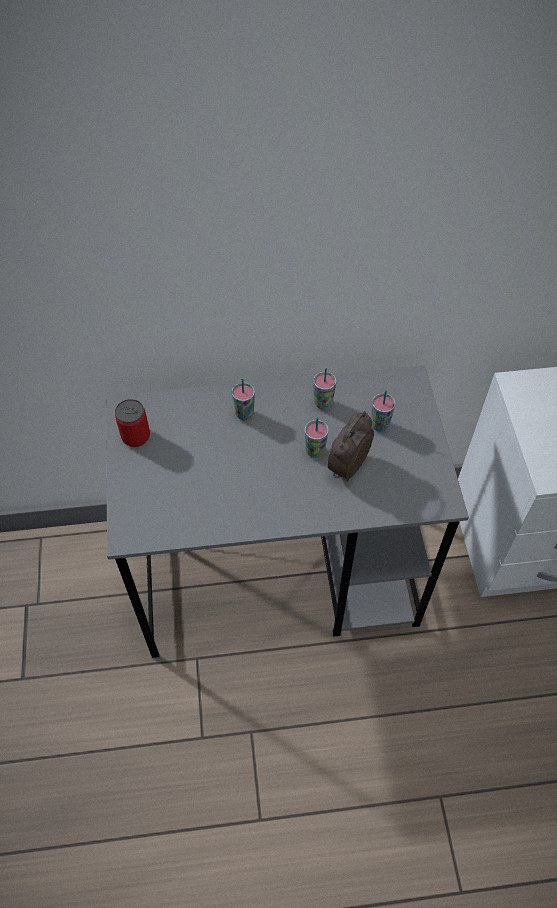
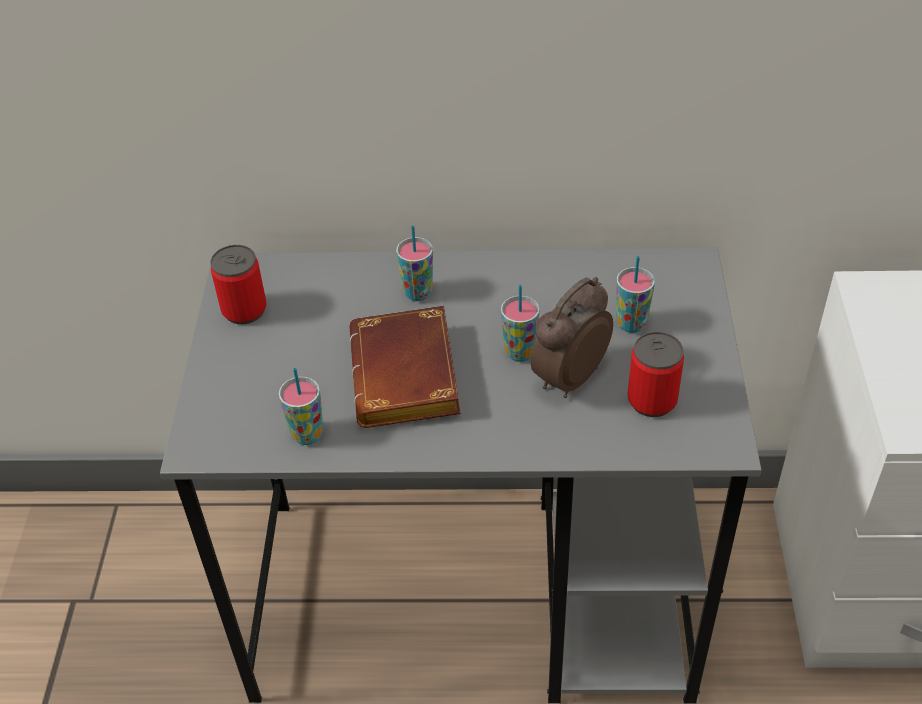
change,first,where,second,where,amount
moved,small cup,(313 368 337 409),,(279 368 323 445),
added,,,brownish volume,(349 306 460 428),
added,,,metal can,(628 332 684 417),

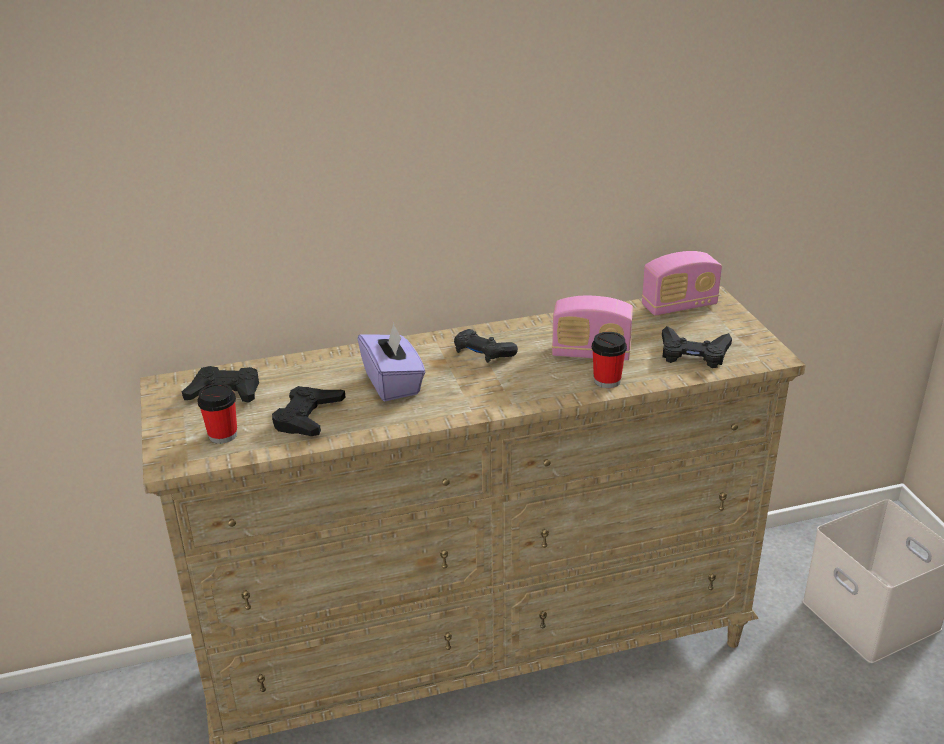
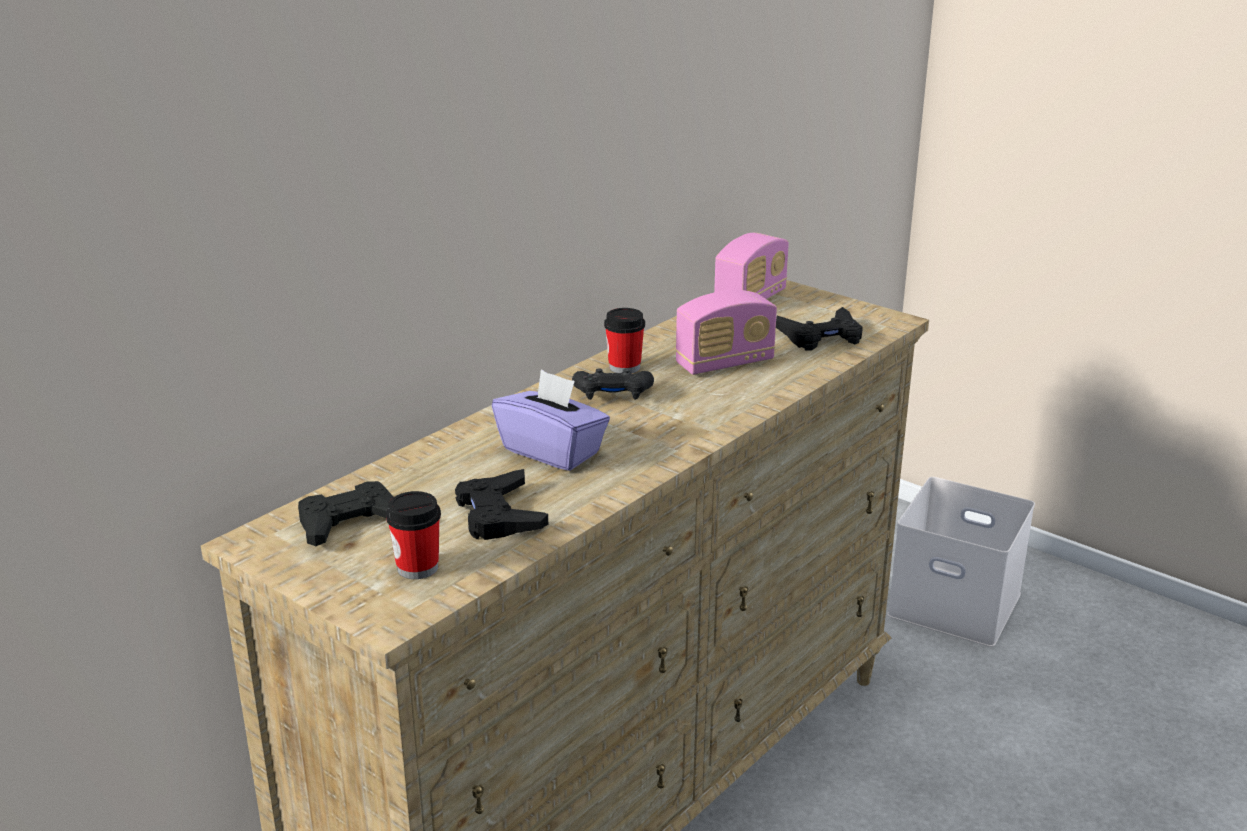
change,first,where,second,where,amount
moved,small cup,(592 332 627 388),,(604 308 645 373),

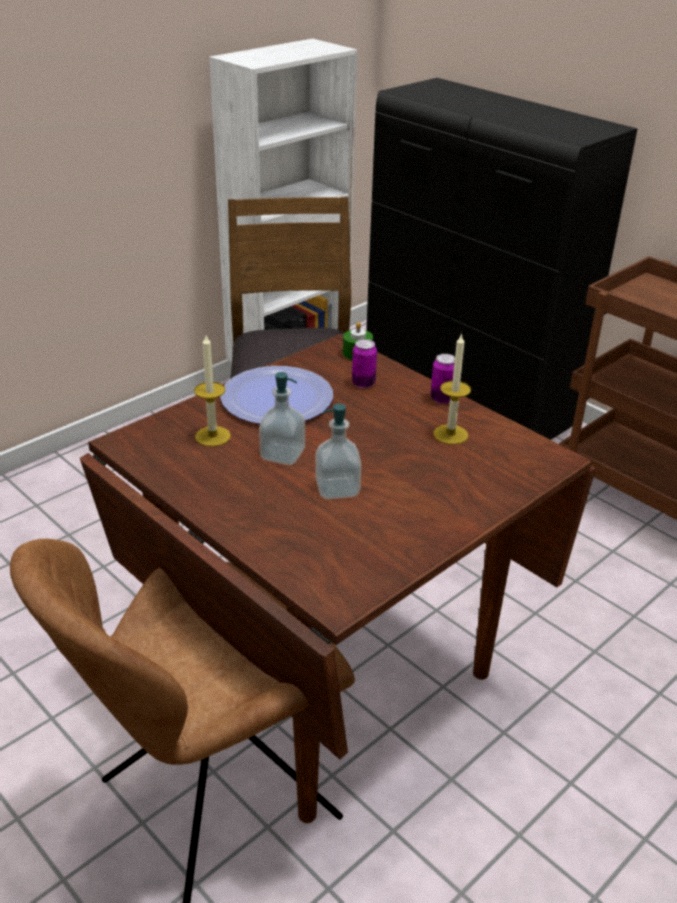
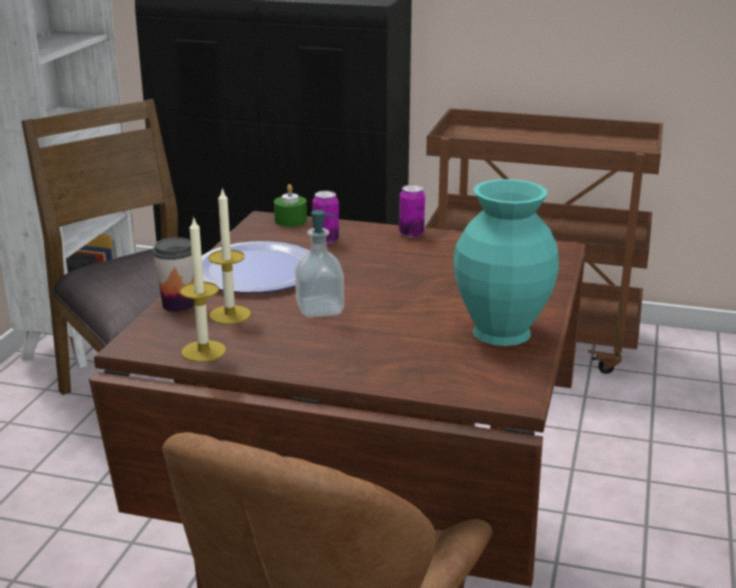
change,first,where,second,where,amount
removed,soap bottle,(315 404 361 499),,,
moved,candle,(434 333 471 445),,(180 216 226 362),
added,,,small cup,(152 237 194 312),
added,,,blue-green vase,(453 179 559 346),

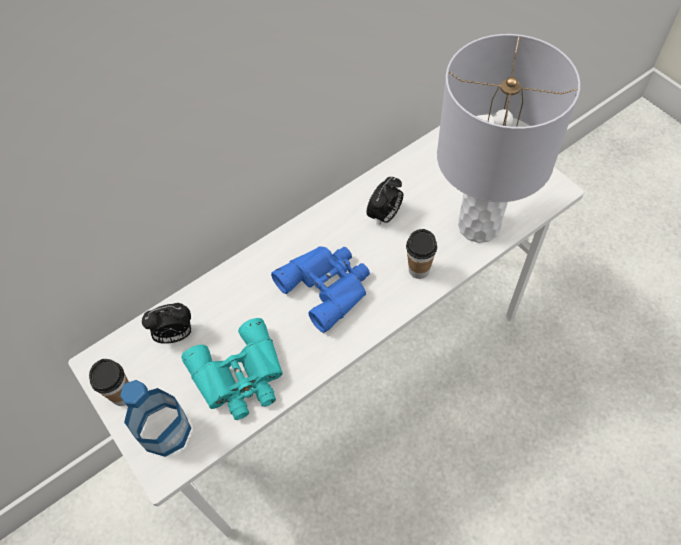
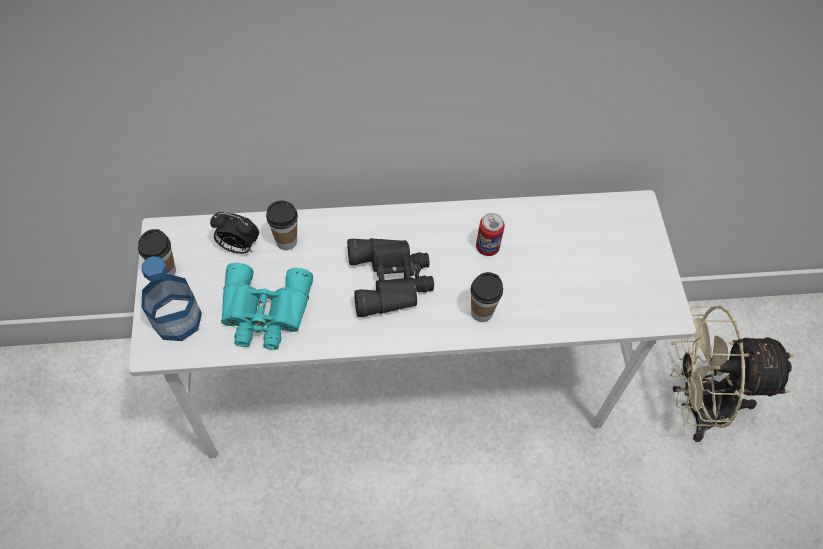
change,first,where,second,where,amount
recoloured,blue-coloured pair of binoculars,(271 246 370 333),blackish pair of binoculars,(347 238 434 317),
replaced,bedside clock,(367 177 403 226),metal can,(476 213 505 256),
removed,greyish table lamp,(437 34 580 243),,,
added,,,small cup,(266 201 298 250),
added,,,beige-coloured electric fan,(670 306 795 442),

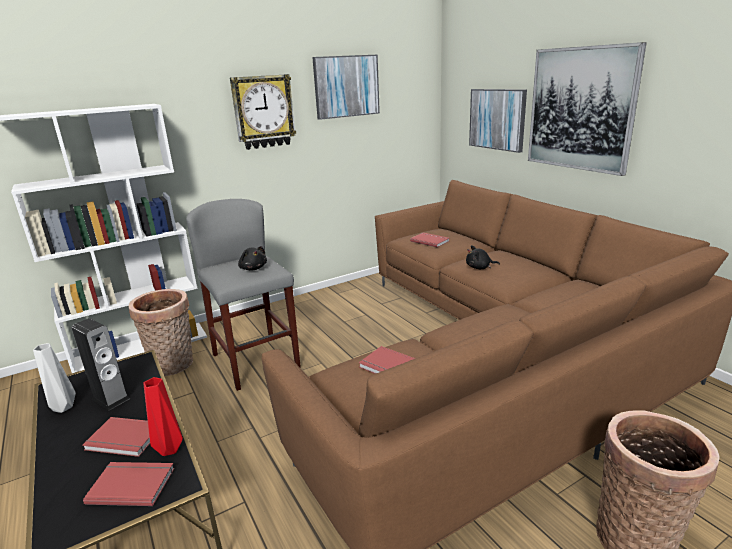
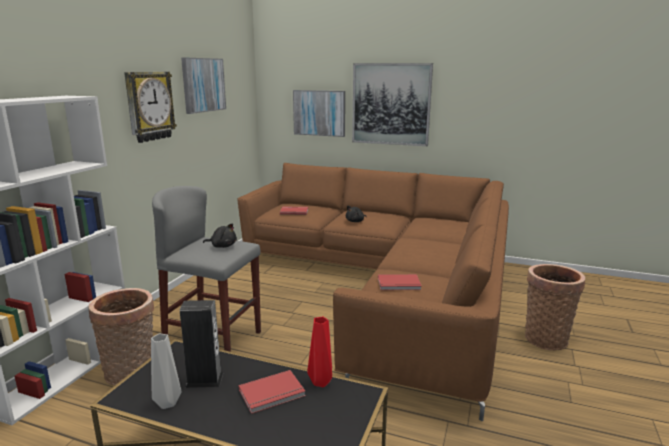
change,first,where,second,where,amount
removed,reddish volume,(83 462 175 506),,,

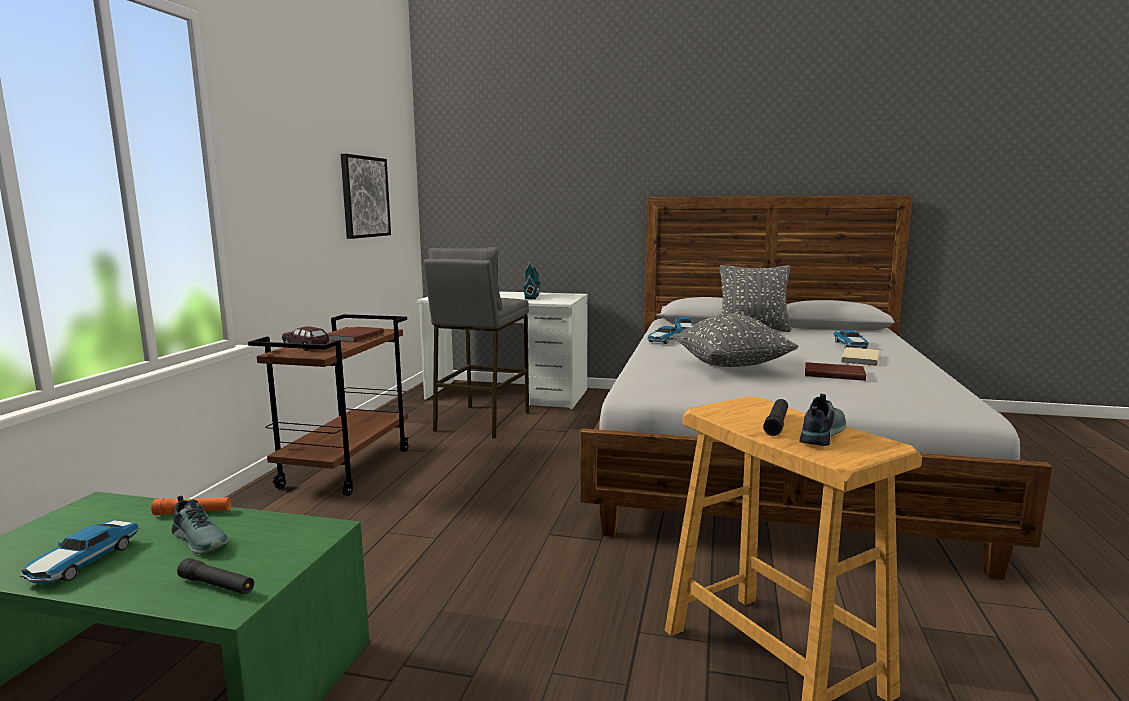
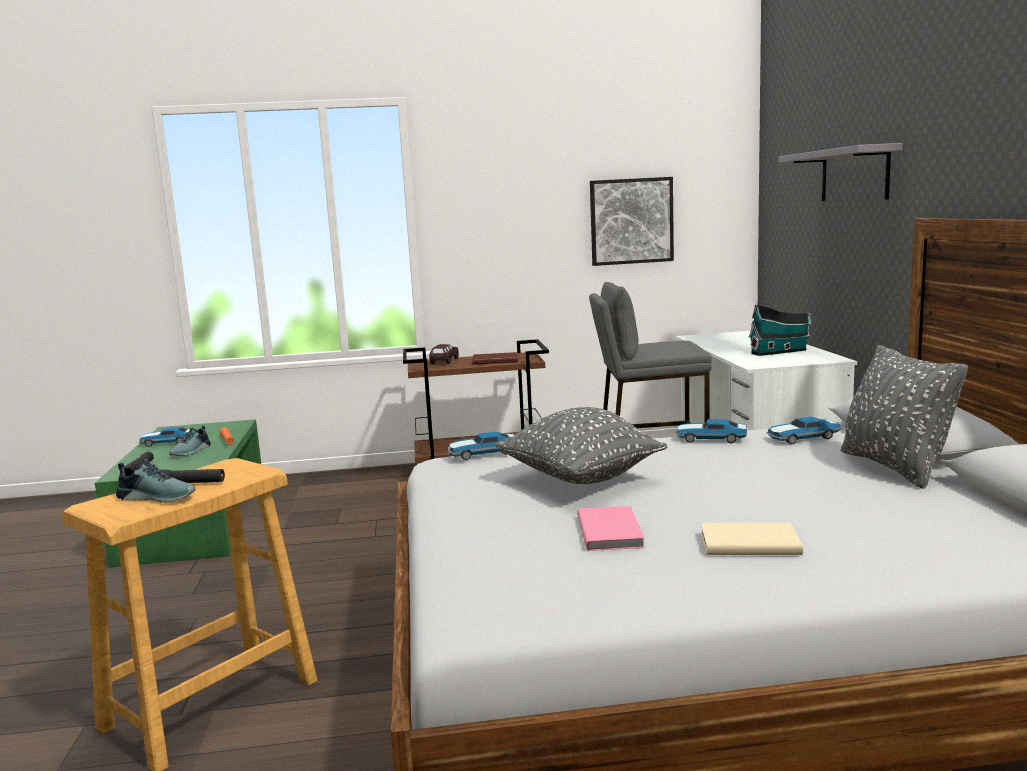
change,first,where,second,where,amount
recoloured,brownish volume,(805 362 866 381),pink-coloured volume,(577 506 645 551),
moved,toy car,(834 330 869 349),,(448 432 514 460),
added,,,greyish shelf,(779 143 903 201),

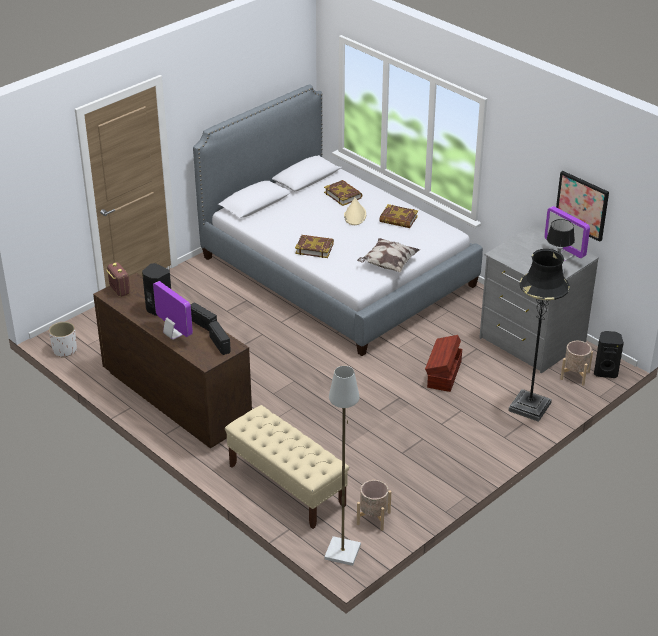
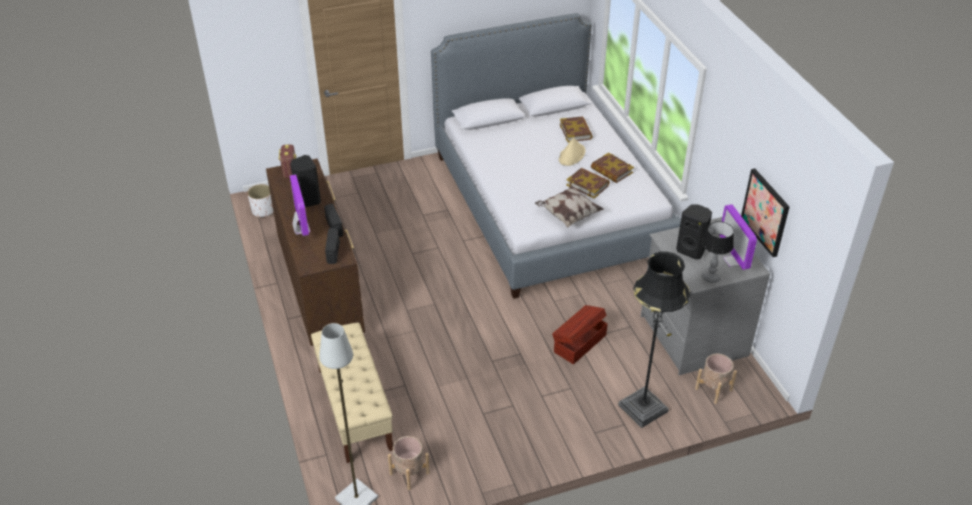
change,first,where,second,where,amount
moved,volume,(295 235 334 258),,(566 168 610 199),
moved,blackish audio speaker,(594 331 624 378),,(676 204 712 260),

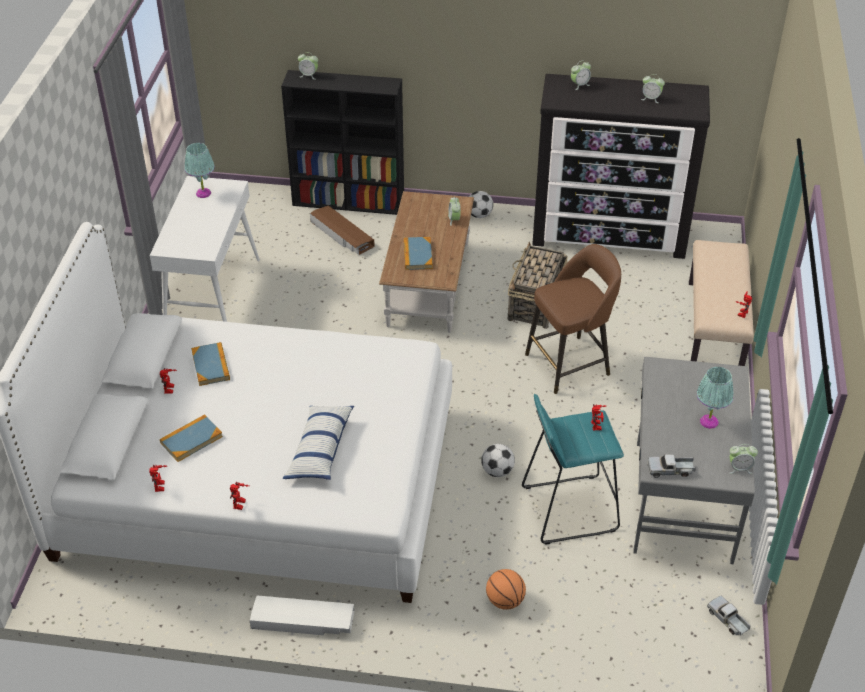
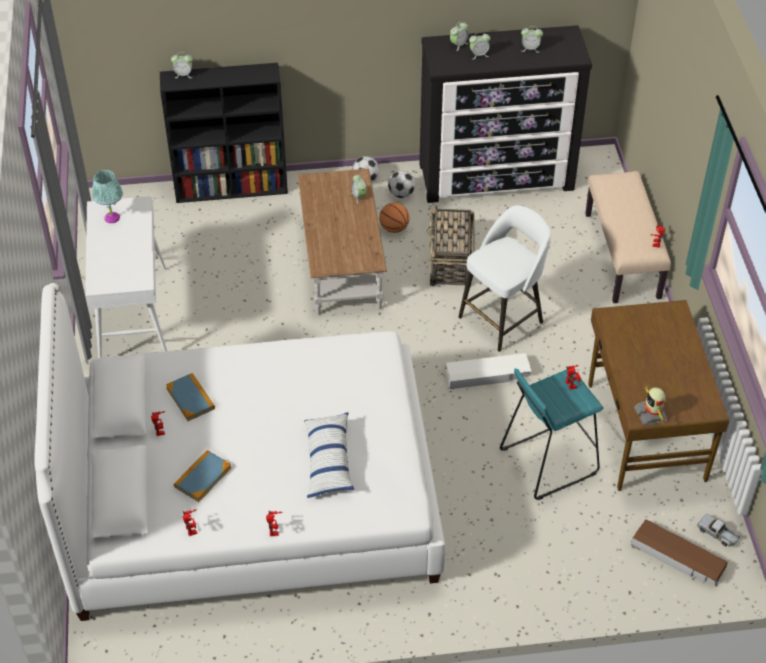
change,first,where,second,where,amount
moved,white storage container,(249 595 355 635),,(445 353 531 389),
moved,brownish storage container,(310 205 375 255),,(631 519 728 585),
removed,volume,(404 237 433 270),,,
moved,football,(481 444 515 477),,(388 171 416 198),
moved,basketball ball,(486 569 526 610),,(379 203 410 233),
recoloured,brownish stool seat,(525 244 621 394),white stool seat,(459 205 551 352),
recoloured,greyish desk table,(633 357 755 564),brownish desk table,(588 300 729 491),
replaced,toy lorry,(647 454 696 478),model robot,(634 385 668 426),
removed,blue-green table lamp,(697 367 733 429),,,
moved,bedside clock,(729 444 758 474),,(469 32 490 60),

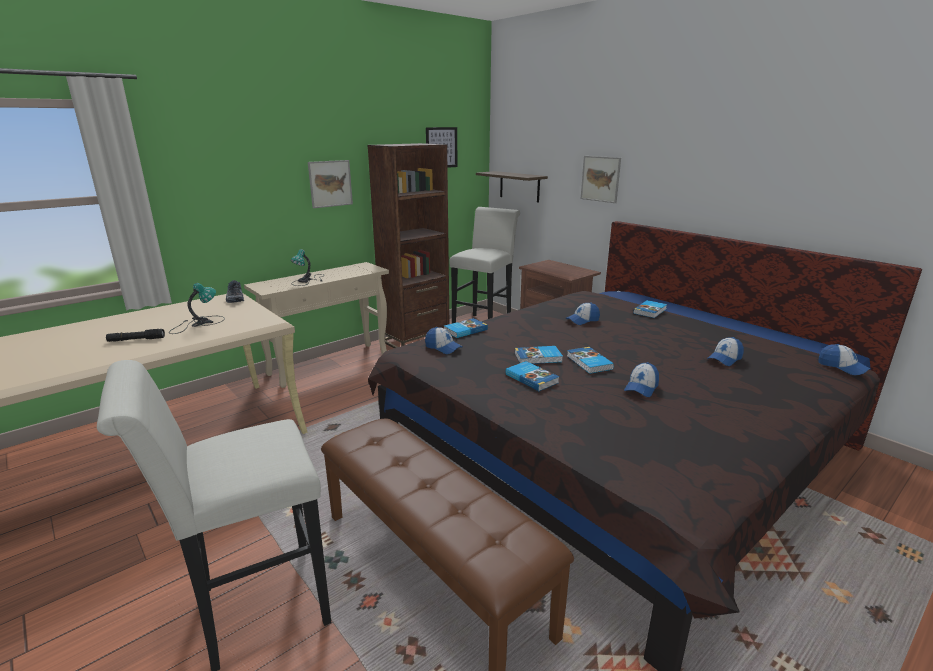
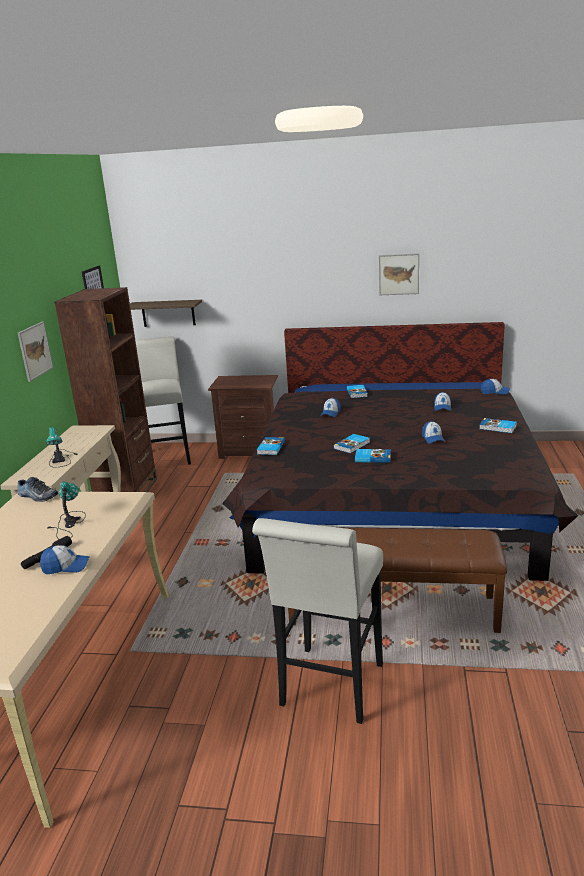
change,first,where,second,where,amount
moved,baseball cap,(425 327 463 354),,(40 545 90 574),
moved,volume,(567 347 614 374),,(480 418 517 433),
moved,picture,(581 156 621 203),,(379 253 419 295),

